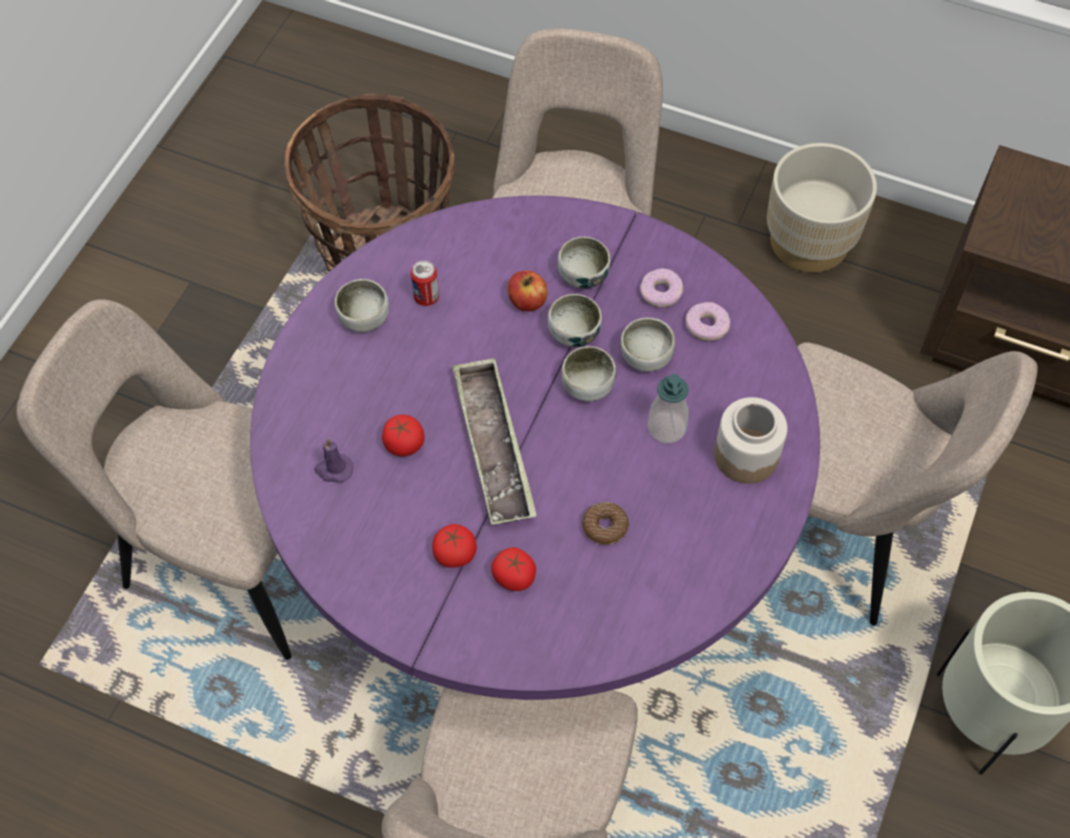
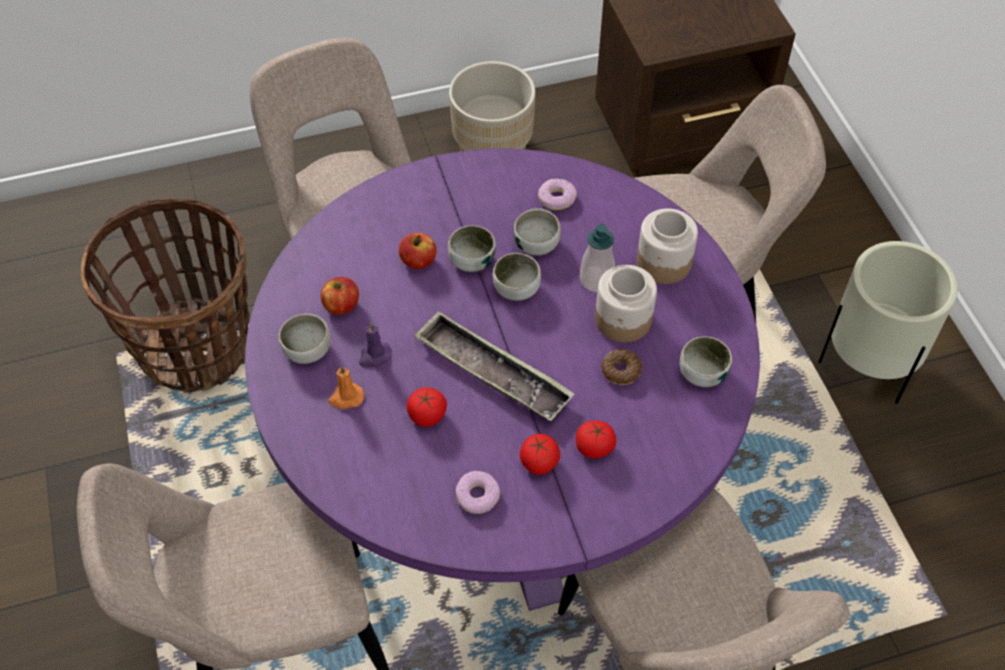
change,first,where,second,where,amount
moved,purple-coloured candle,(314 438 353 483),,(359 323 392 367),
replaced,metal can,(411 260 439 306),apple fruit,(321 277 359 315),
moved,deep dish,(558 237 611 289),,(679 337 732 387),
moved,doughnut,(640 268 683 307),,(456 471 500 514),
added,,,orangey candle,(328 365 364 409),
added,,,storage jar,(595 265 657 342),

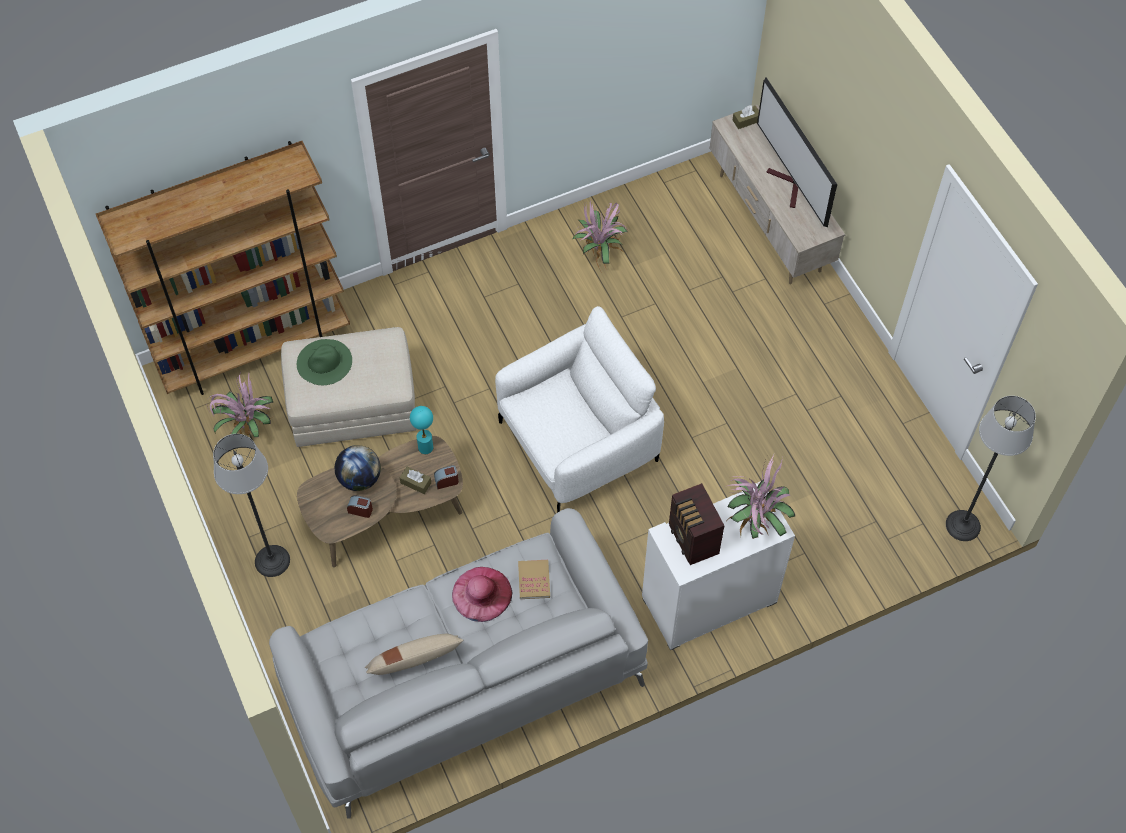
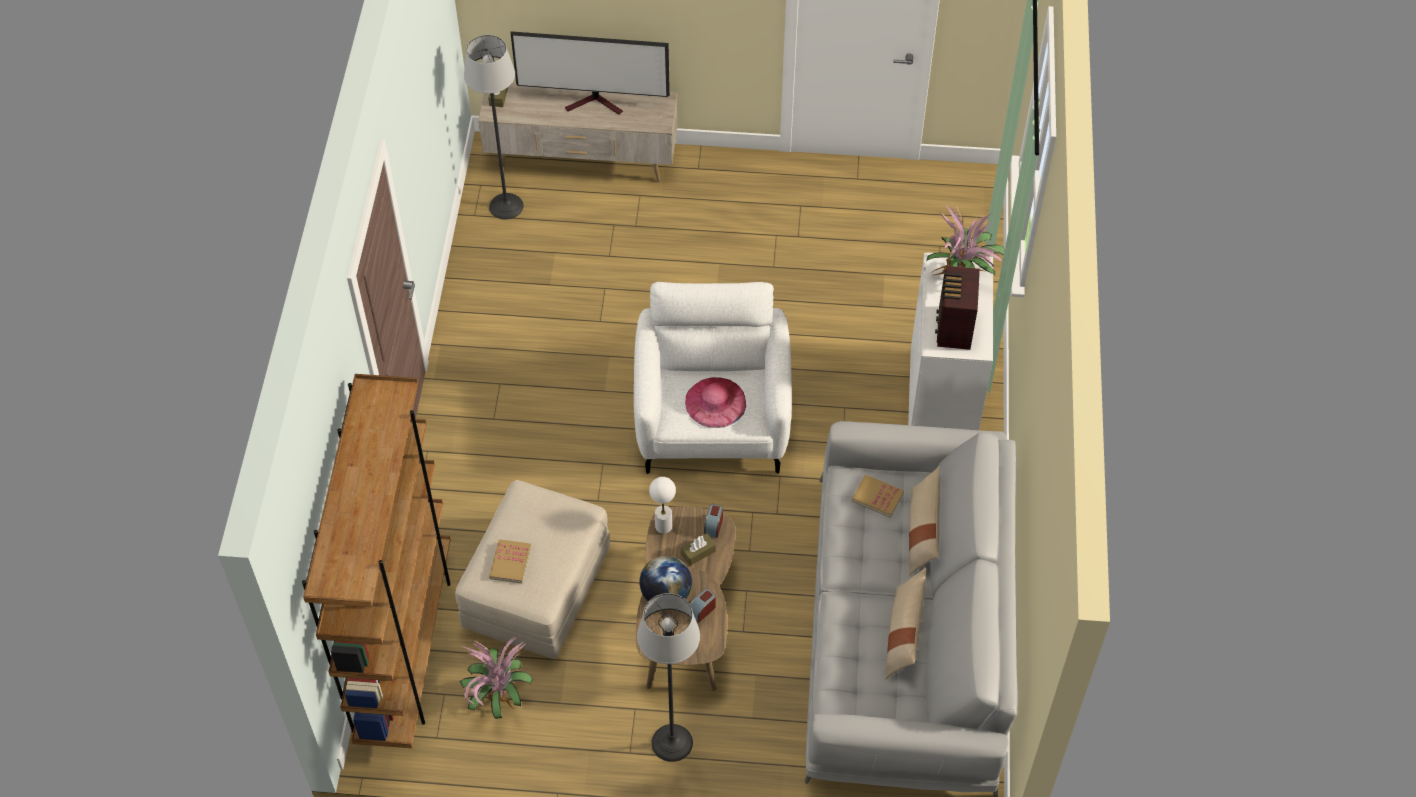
change,first,where,second,where,amount
replaced,green wearable hat,(297 339 352 385),volume,(489 539 531 583),
recoloured,blue-green table lamp,(410 406 433 454),white table lamp,(649 477 676 534),
moved,pink-coloured wearable hat,(452 567 512 622),,(685 377 746 428),
removed,potted plant,(572 201 628 273),,,
turned,radio receiver,(669 483 724 565),,(935 266 980 350),90 degrees clockwise
moved,floor lamp,(946 396 1036 541),,(464 35 524 220),
added,,,beige-coloured throw pillow,(909 467 940 576),

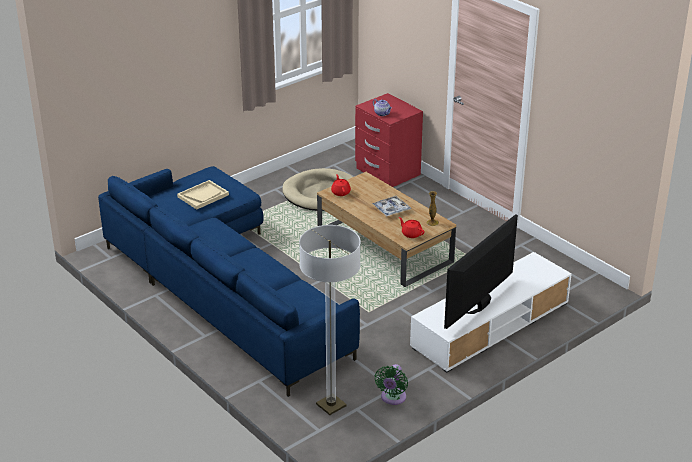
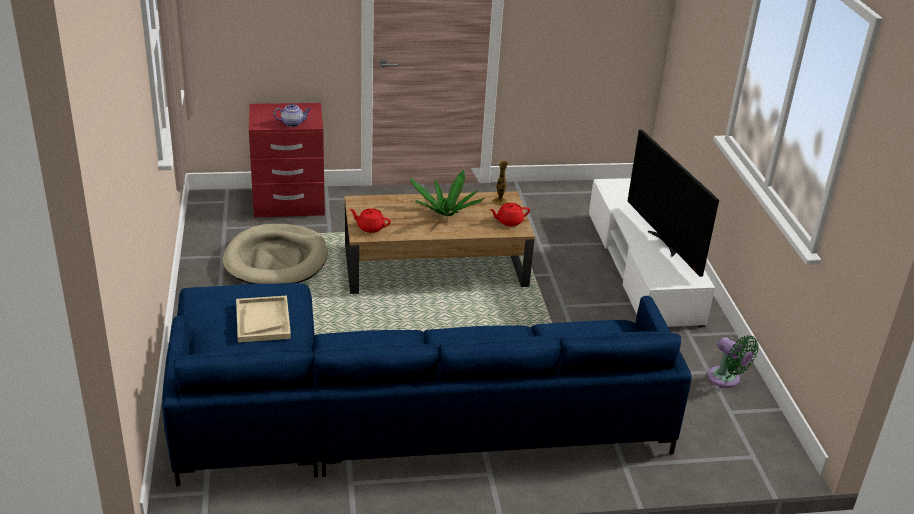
change,first,where,second,where,amount
removed,floor lamp,(299 225 361 415),,,
replaced,tray,(372 196 411 216),potted plant,(410 170 485 216),

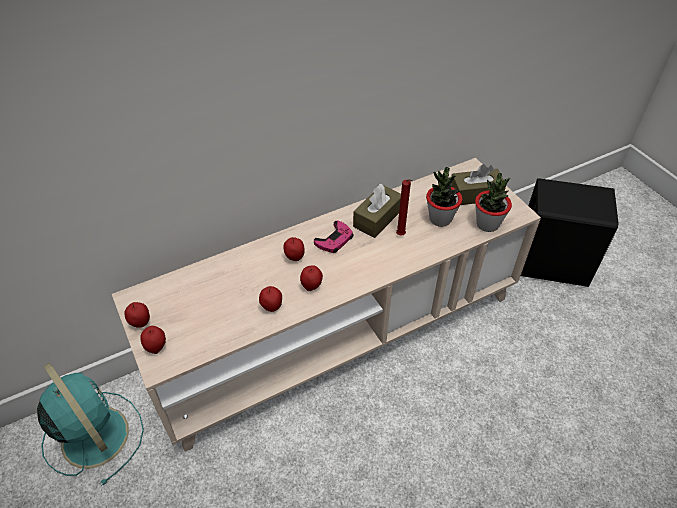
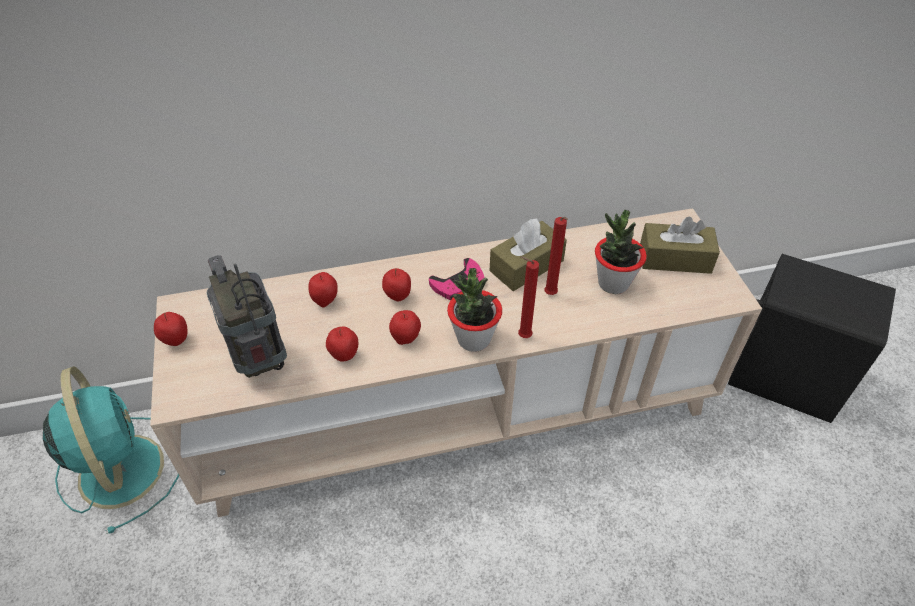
change,first,where,second,where,amount
moved,apple fruit,(140 326 166 354),,(308 272 338 307),
moved,potted plant,(475 173 512 232),,(447 268 502 352),
added,,,radio receiver,(207 255 287 378),
added,,,reddish candle,(518 256 539 338),

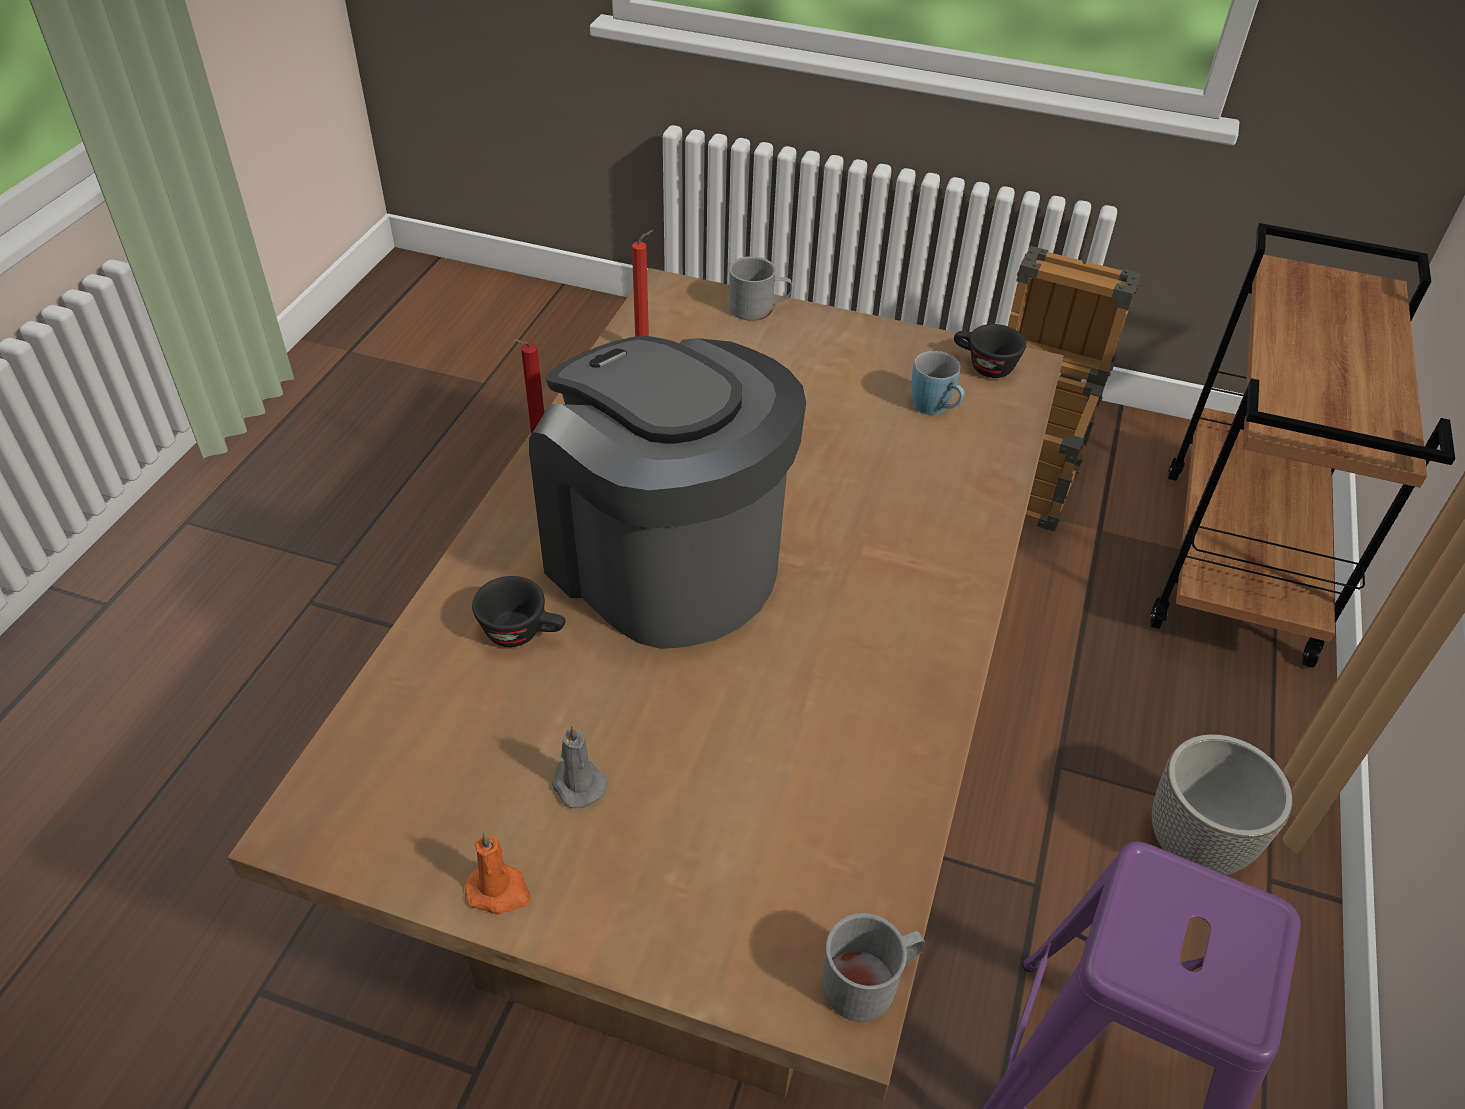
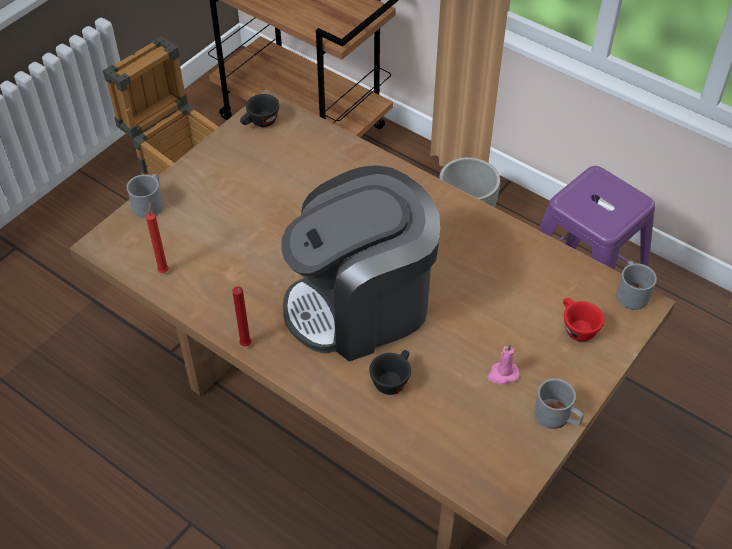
change,first,where,second,where,amount
replaced,orangey candle,(465 832 531 915),greyish mug,(534 378 584 429),
recoloured,greyish candle,(552 725 607 808),pink-coloured candle,(487 343 519 384),
removed,blue-coloured mug,(912 351 965 415),,,
added,,,reddish small cup,(563 298 604 342),

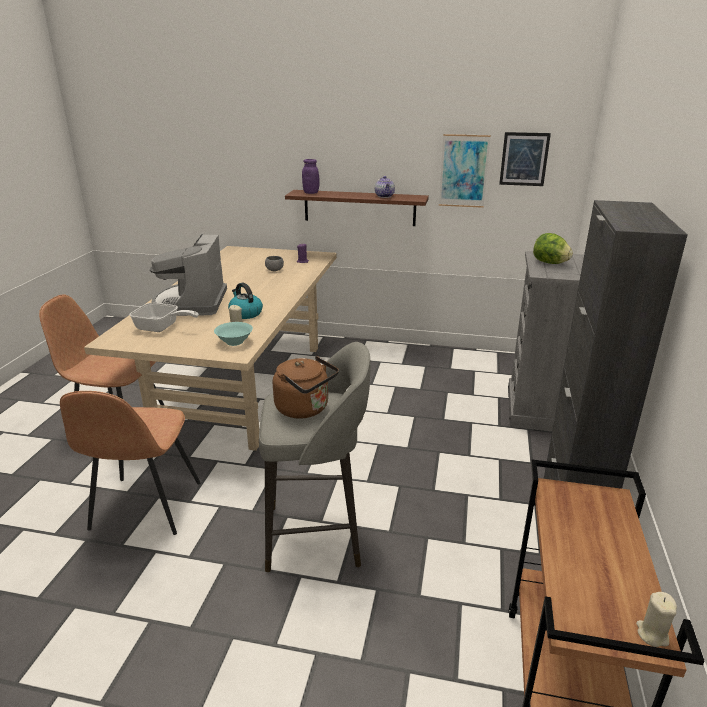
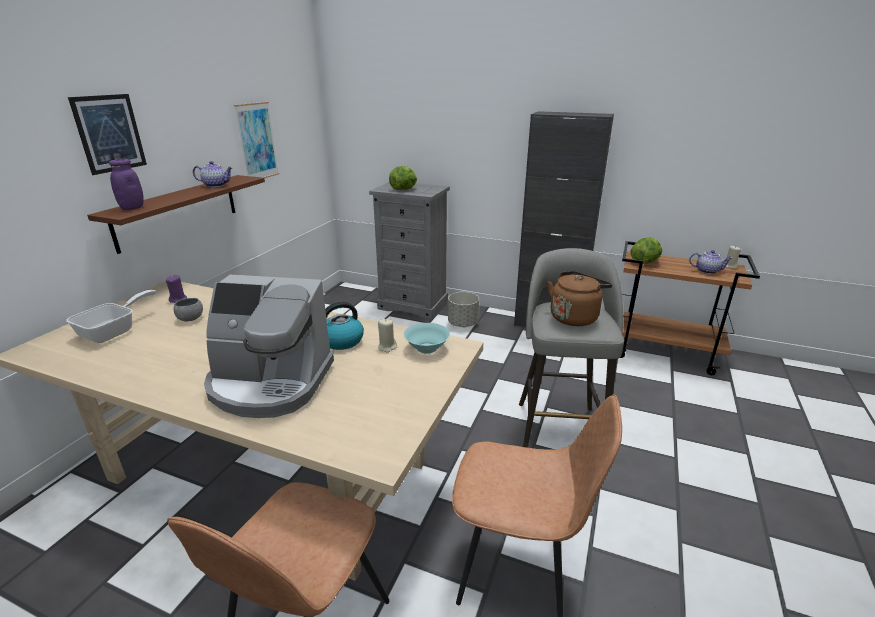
change,first,where,second,where,amount
moved,pan,(129 303 199 332),,(66 290 156 343),
moved,picture,(499 132 551 186),,(68 94 147 175),
added,,,greyish planter,(448 292 479 327),
added,,,lettuce head,(631 238 662 264),
added,,,teapot,(689 250 732 274),

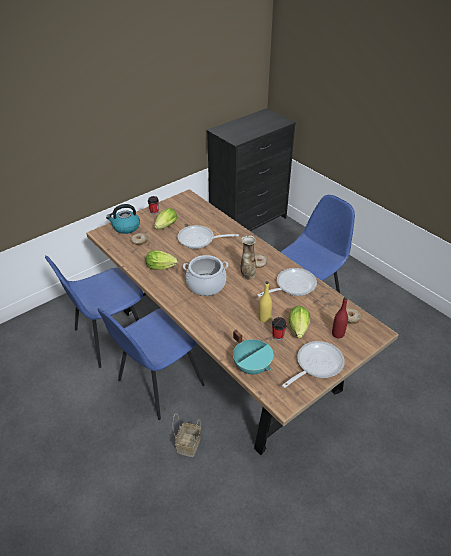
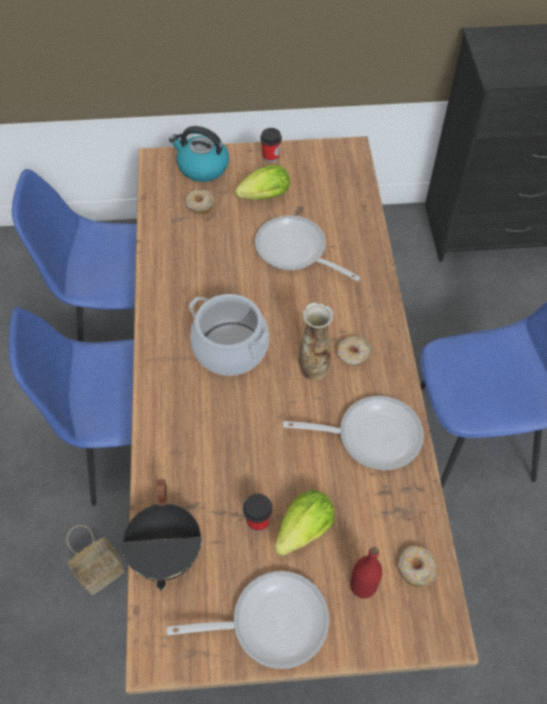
change,first,where,second,where,amount
removed,lettuce head,(146 250 178 270),,,
recoloured,blue-green saucepot,(233 330 273 374),blackish saucepot,(122 479 202 591),
removed,yellow-coloured bottle,(258 281 272 323),,,

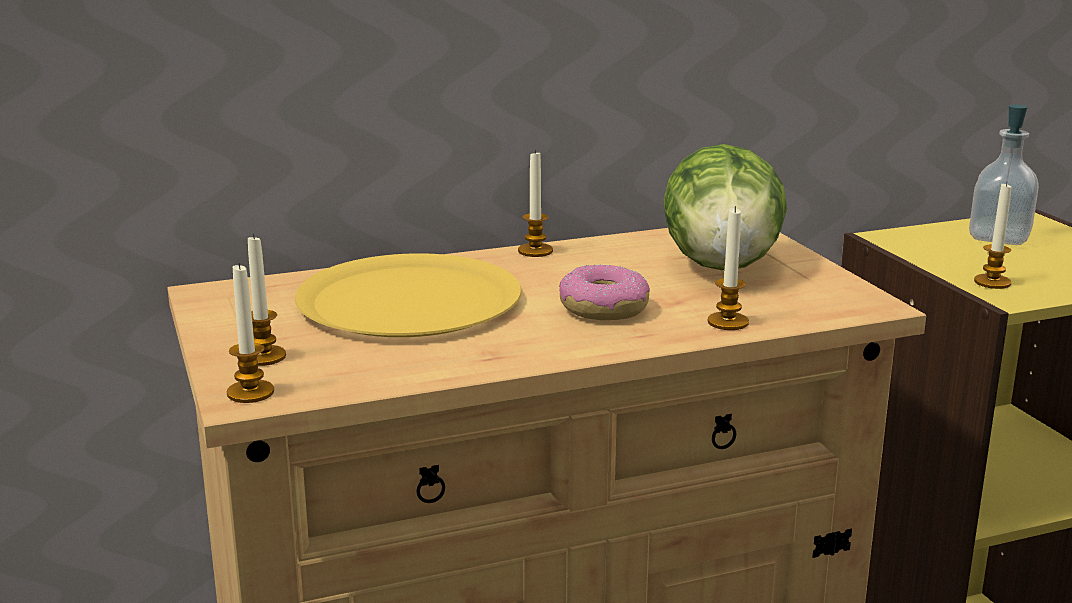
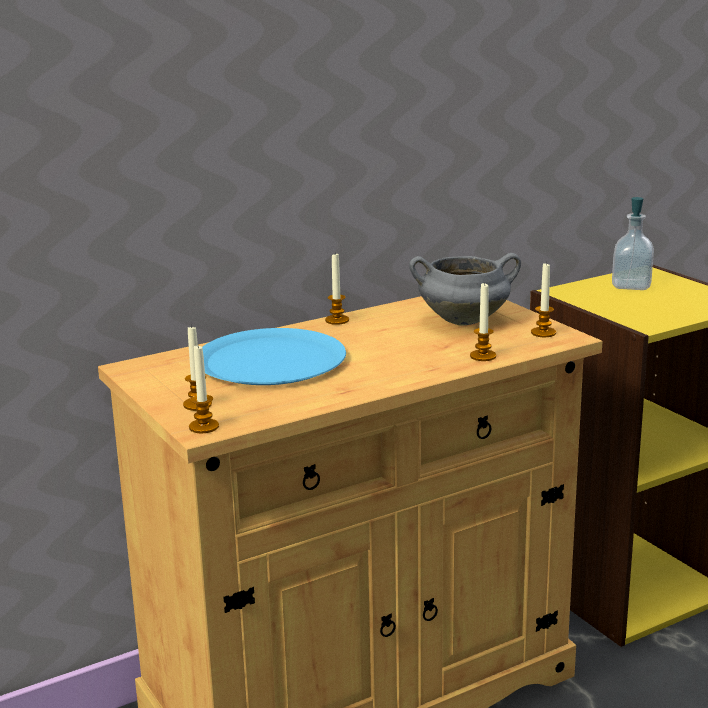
change,first,where,second,where,amount
recoloured,yellow-coloured plate,(295 253 522 337),blue-coloured plate,(202 328 346 385),
removed,doughnut,(559 265 650 320),,,
replaced,lettuce head,(663 144 787 271),greyish saucepot,(409 253 521 326),
moved,candle,(974 183 1011 289),,(531 262 556 337),

